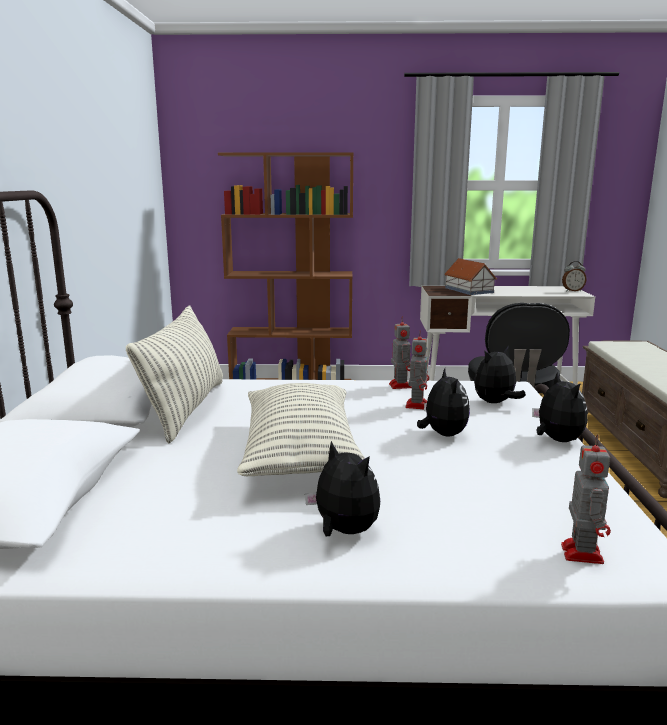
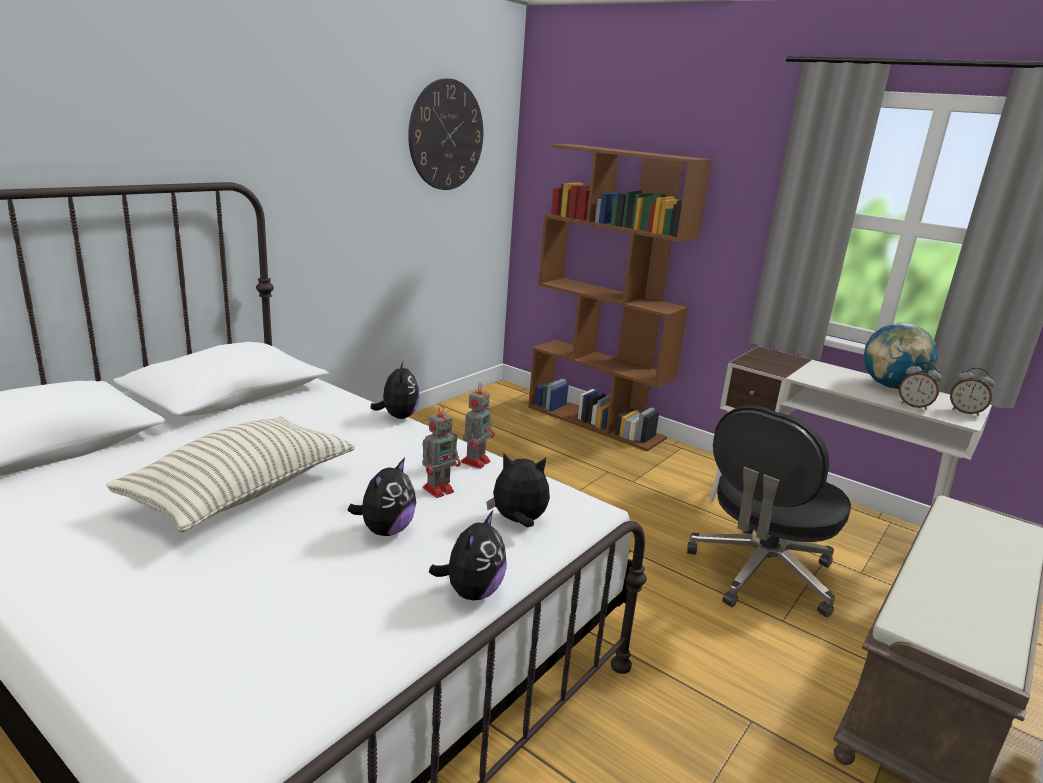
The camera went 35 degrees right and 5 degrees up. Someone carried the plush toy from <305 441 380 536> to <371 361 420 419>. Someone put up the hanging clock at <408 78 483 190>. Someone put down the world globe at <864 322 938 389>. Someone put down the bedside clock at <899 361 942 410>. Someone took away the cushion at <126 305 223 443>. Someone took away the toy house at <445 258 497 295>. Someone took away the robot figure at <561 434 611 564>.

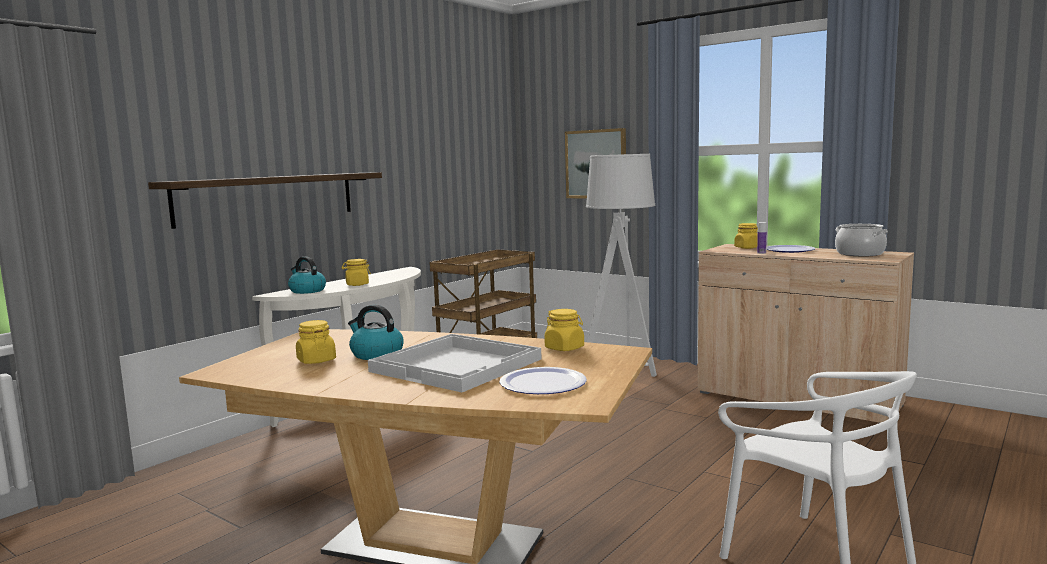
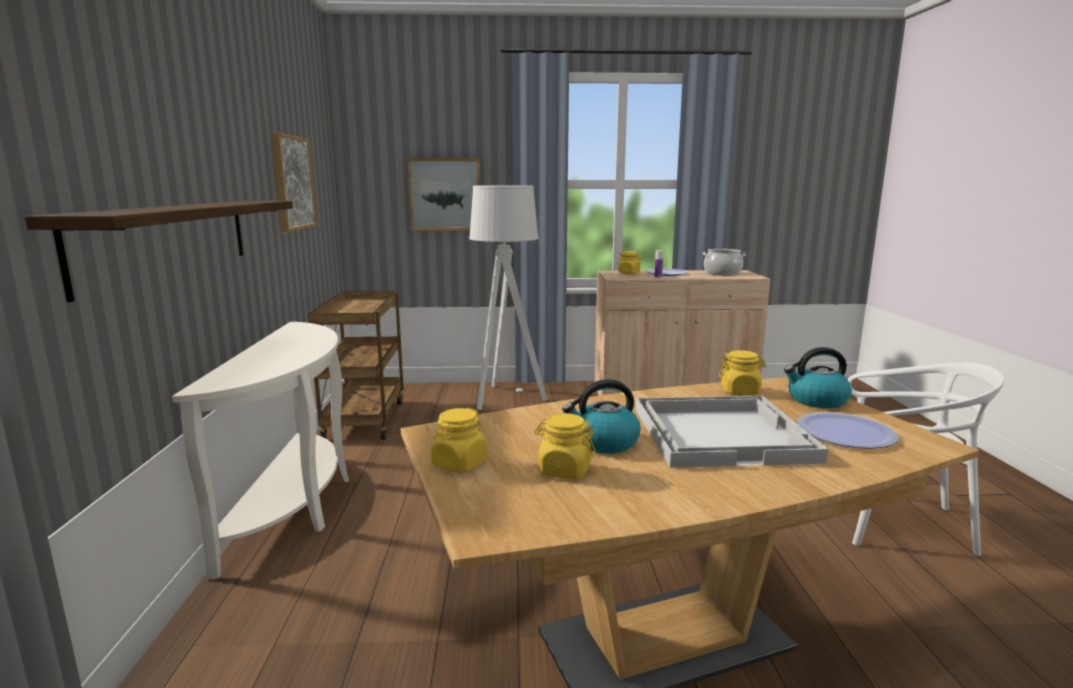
The camera went 40 degrees left and 5 degrees up. Someone put up the wall picture at <272 132 317 232>. Someone carried the storage jar in yellow from <342 259 371 286> to <431 408 487 473>. Someone carried the water kettle from <288 257 326 294> to <784 347 852 408>.

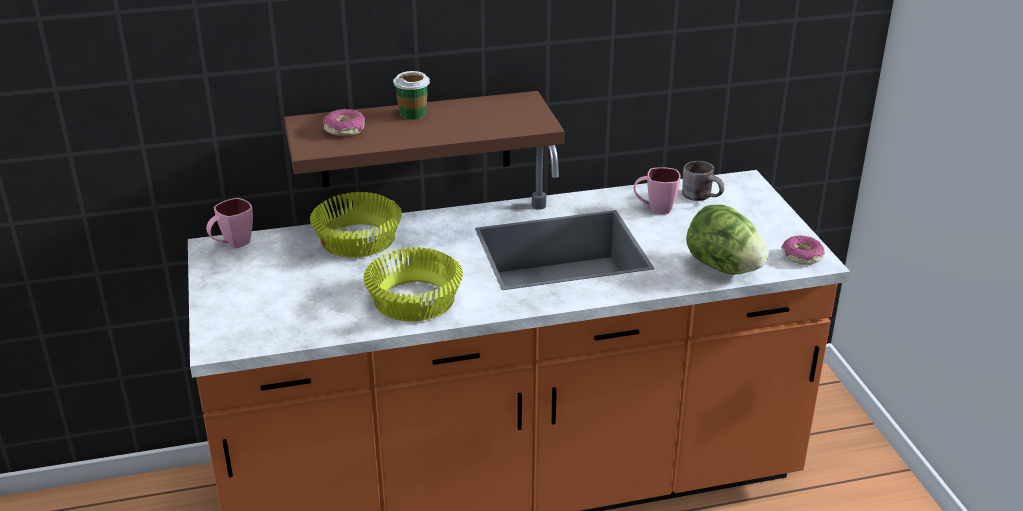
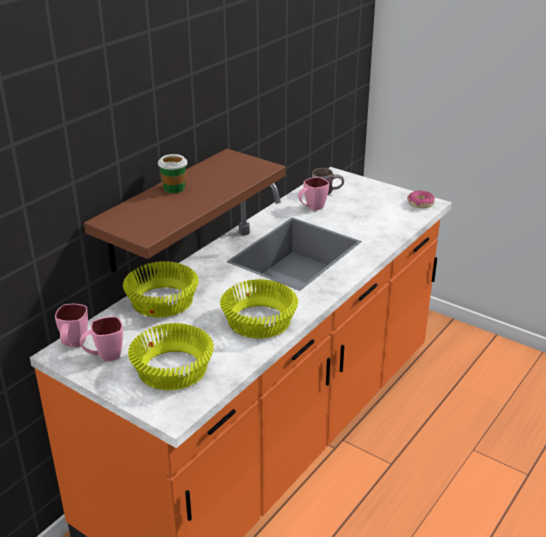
The camera went 40 degrees left and 0 degrees up. Someone put down the tea mug in pink-coloured at <80 317 123 361>. Someone put down the serving bowl in yellow at <128 323 214 390>. Someone took away the ring doughnut at <323 109 365 136>. Someone took away the lettuce at <686 205 769 275>.

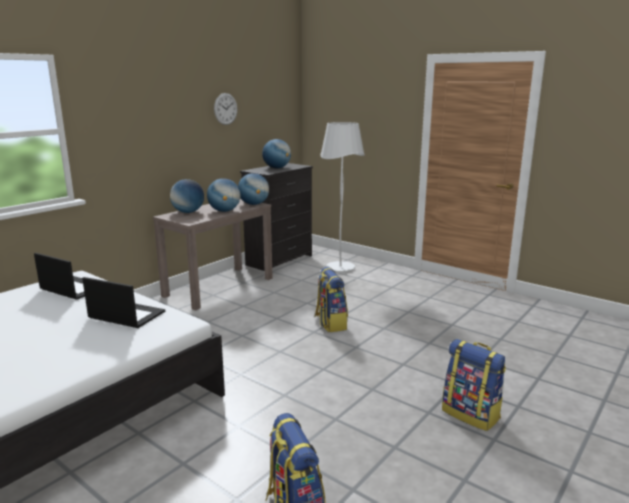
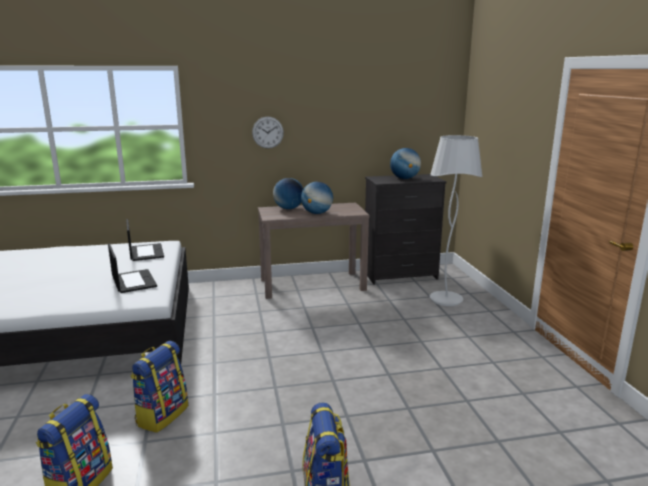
The camera went 40 degrees right and 0 degrees up. Someone carried the backpack from <315 267 348 332> to <130 341 188 433>. Someone carried the hanging clock from <214 93 237 125> to <252 116 284 149>. Someone took away the world globe at <238 173 269 205>.

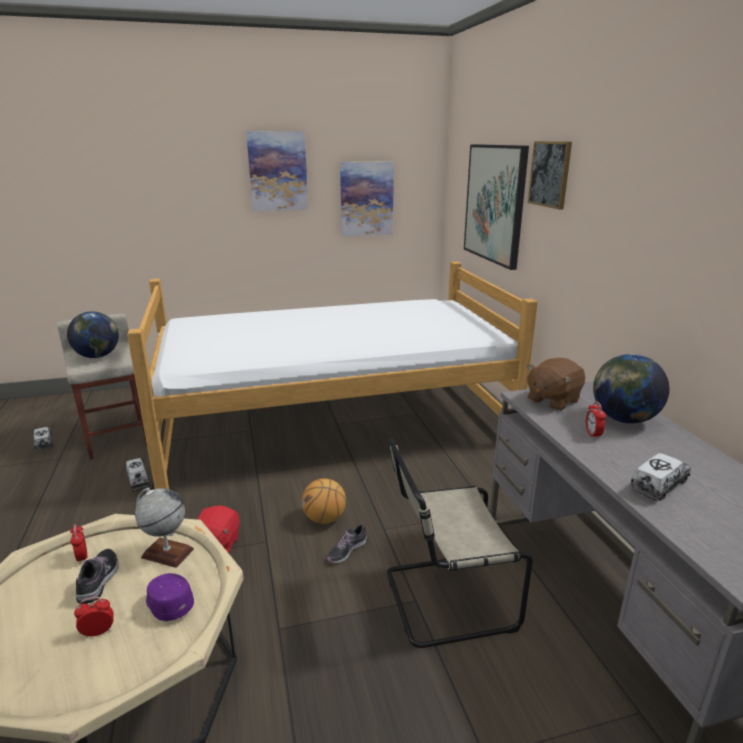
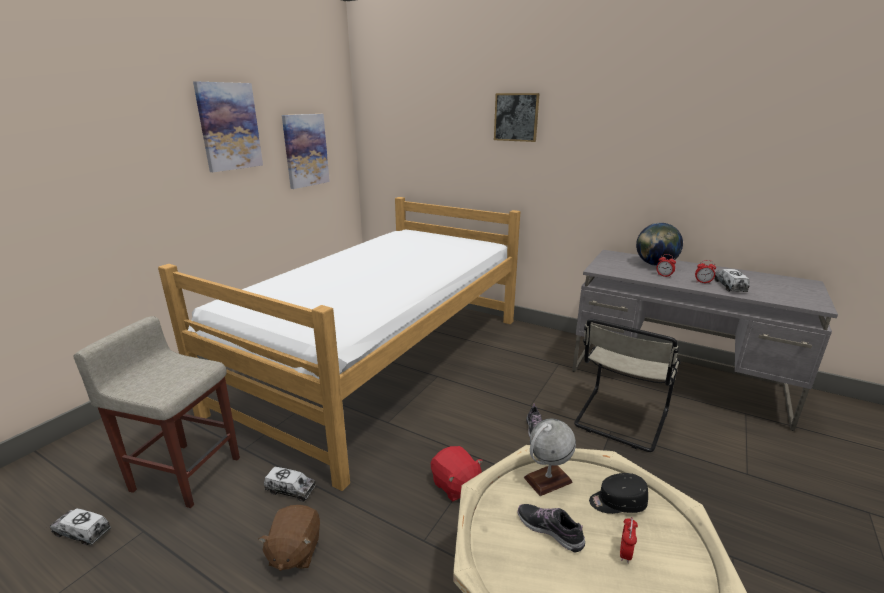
The camera went 45 degrees left and 0 degrees up. Someone carried the plush toy in brown-coloured from <527 358 585 411> to <258 505 320 571>. Someone repainted the peaked cap in purplish at <146 573 194 621>, which became the peaked cap in blackish at <589 473 648 514>. Someone carried the bedside clock from <70 524 87 564> to <695 260 716 284>. Someone took away the world globe at <67 311 119 358>. Someone took away the basketball ball at <302 479 346 524>. Someone took away the wall picture at <464 144 529 270>.

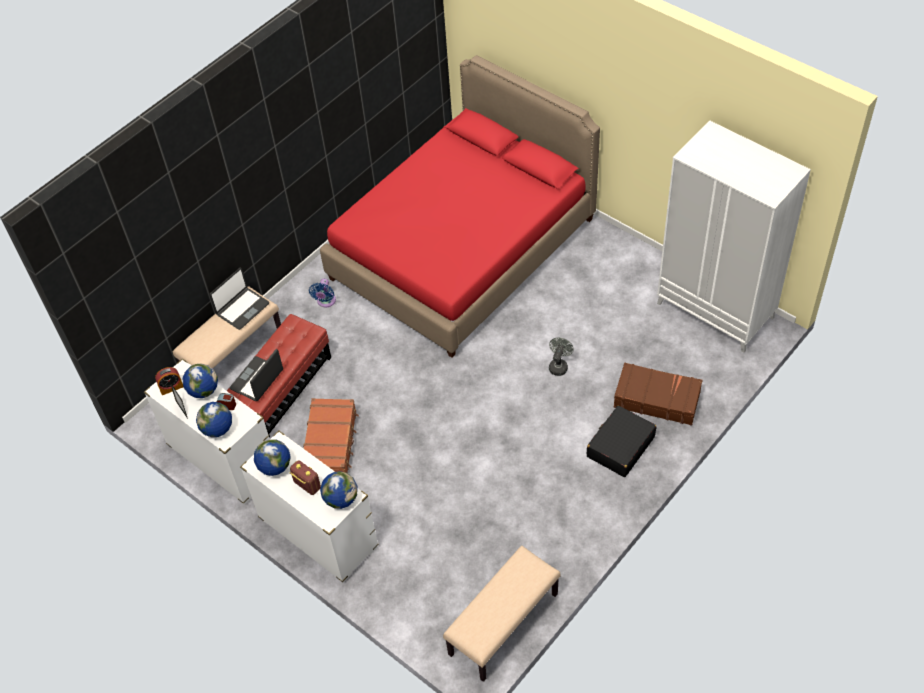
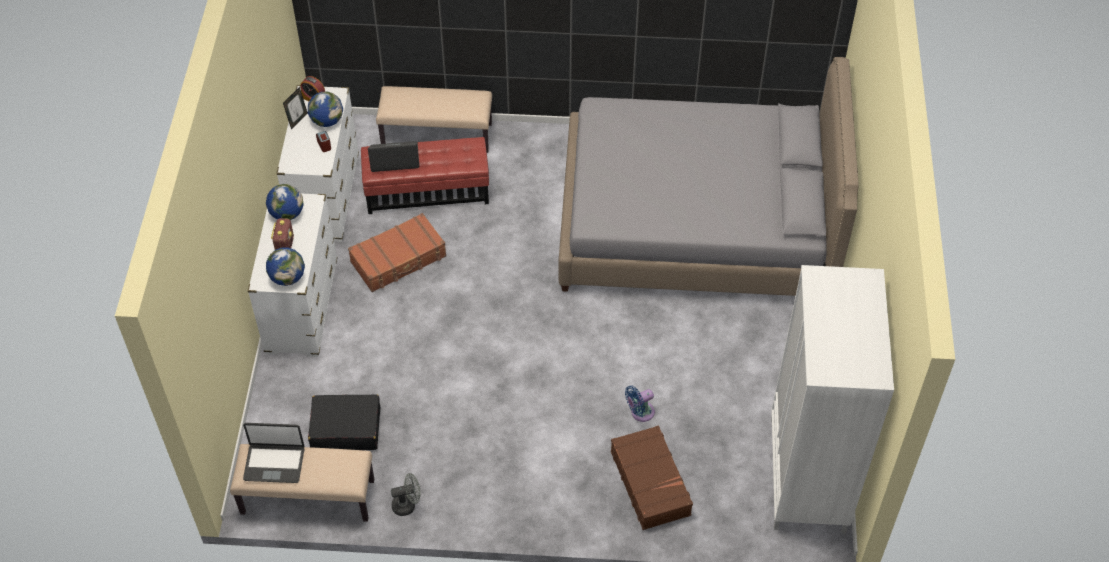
The camera went 50 degrees right and 0 degrees up. Someone carried the portable computer from <210 268 269 330> to <243 423 305 483>. Someone carried the piece of luggage in blackish from <587 406 656 477> to <308 394 380 450>. Someone carried the electric fan in greyish from <549 338 574 376> to <391 473 421 516>. Someone repainted the sleeping bed in reddish at <320 55 600 358>, which became the sleeping bed in greyish at <559 57 859 296>. Someone carried the electric fan in bluish from <309 278 336 308> to <625 385 655 422>. Someone took away the world globe at <196 402 232 437>.

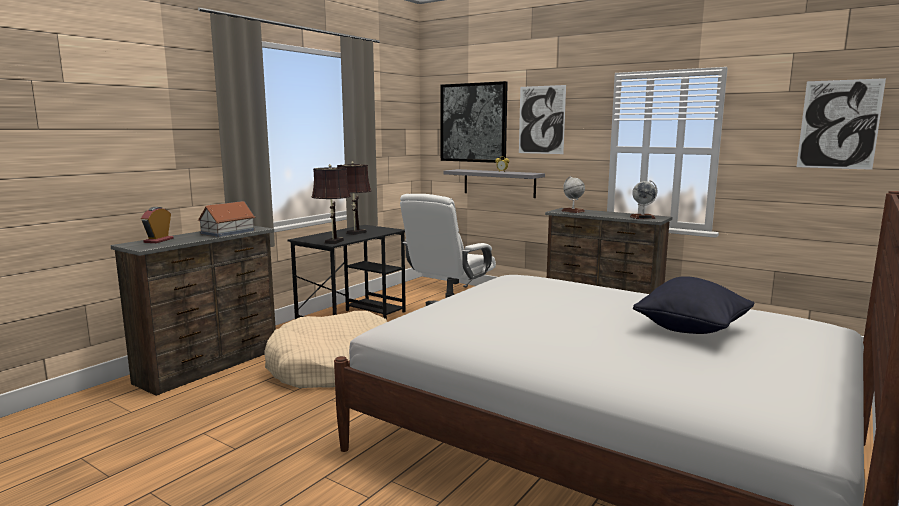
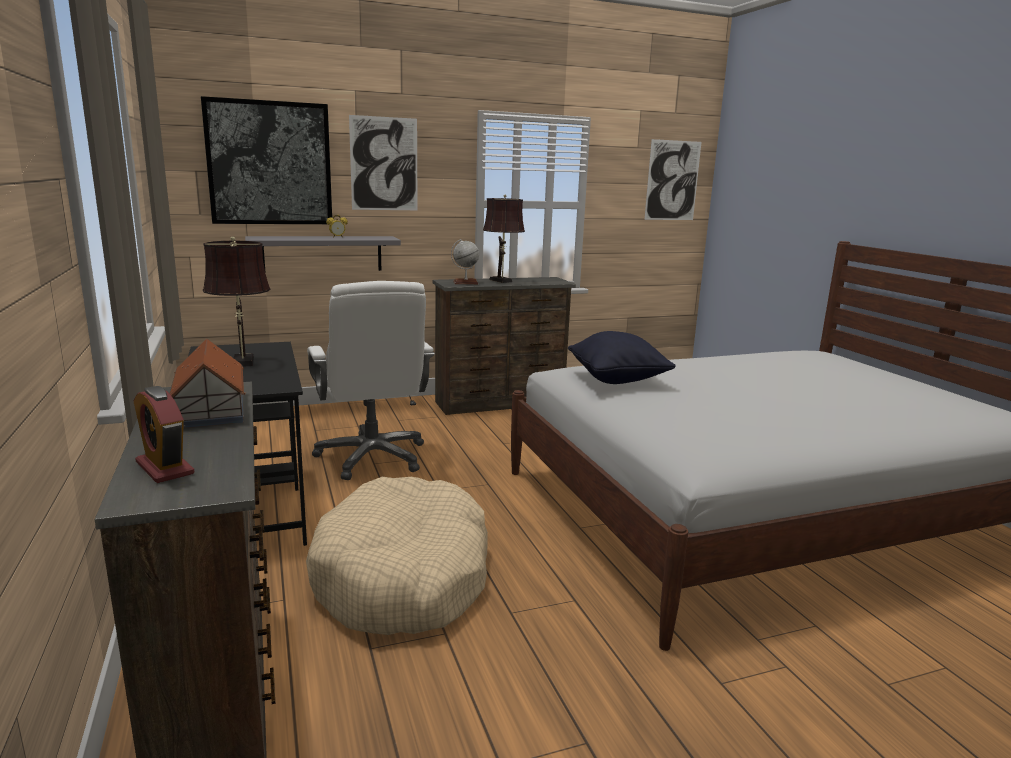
The camera went 55 degrees left and 5 degrees up. Someone carried the table lamp in brown-coloured from <312 164 351 244> to <483 194 525 283>. Someone carried the cushion in blackish from <633 276 754 334> to <568 331 676 384>. Someone took away the world globe at <630 180 657 219>.

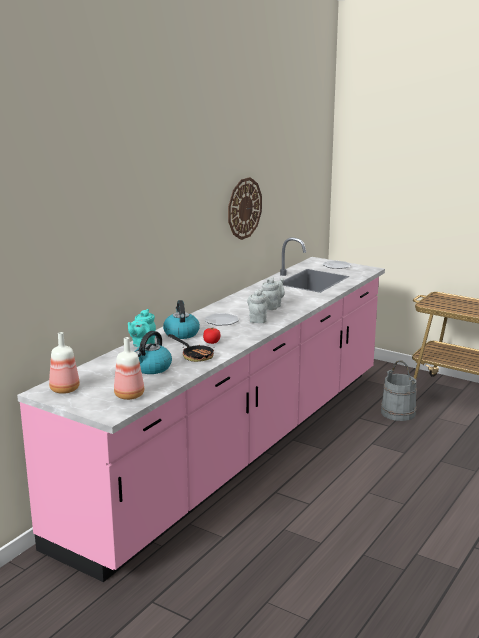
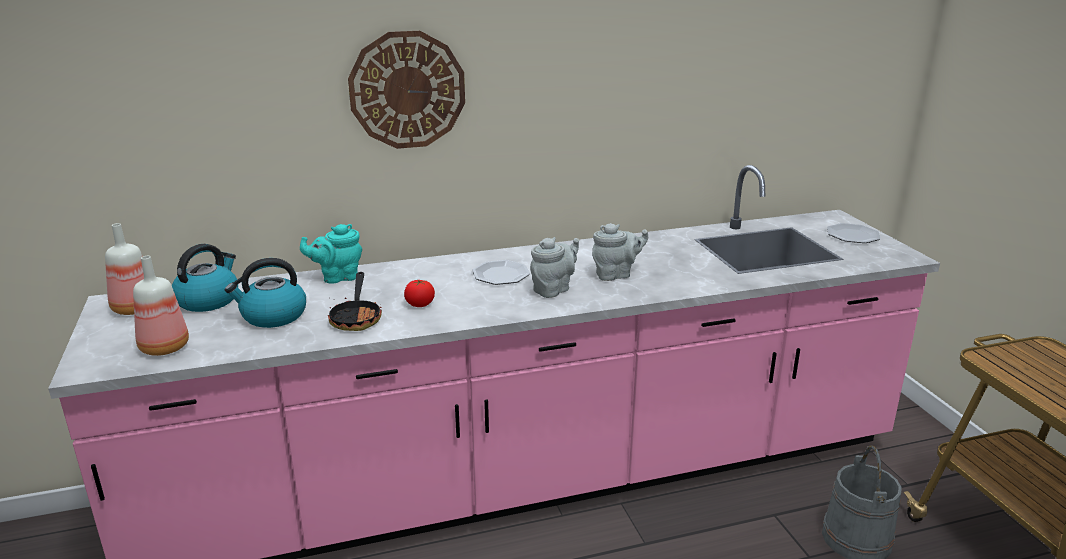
The camera went 40 degrees right and 5 degrees up. Someone carried the water kettle from <163 300 200 339> to <172 244 238 312>. Someone carried the hanging clock from <228 177 262 240> to <348 31 465 149>.

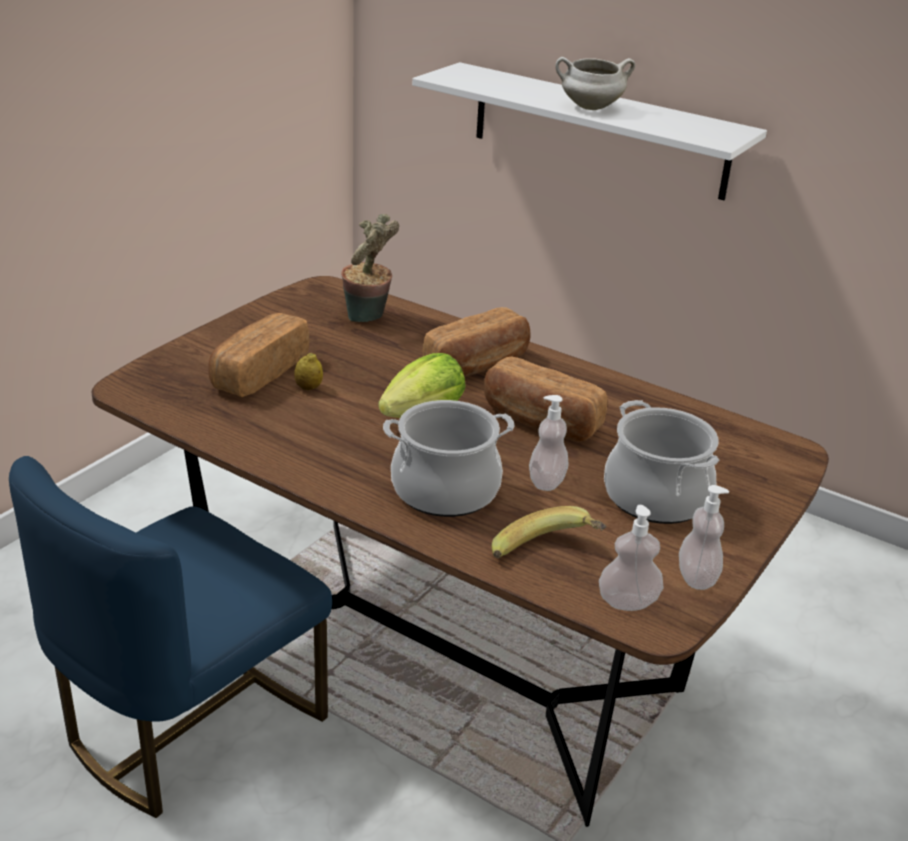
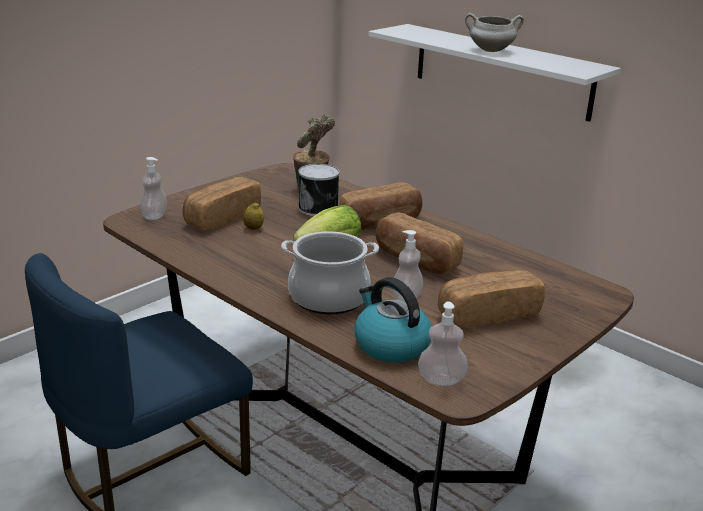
The camera went 10 degrees right and 5 degrees down. Someone carried the soap bottle from <679 485 729 590> to <140 157 167 220>. Someone put down the sealed can at <298 164 340 216>. Someone swapped the banana at <492 506 607 558> for the water kettle at <354 277 432 363>. Someone swapped the saucepot at <604 400 719 524> for the baked bread at <438 270 545 327>.

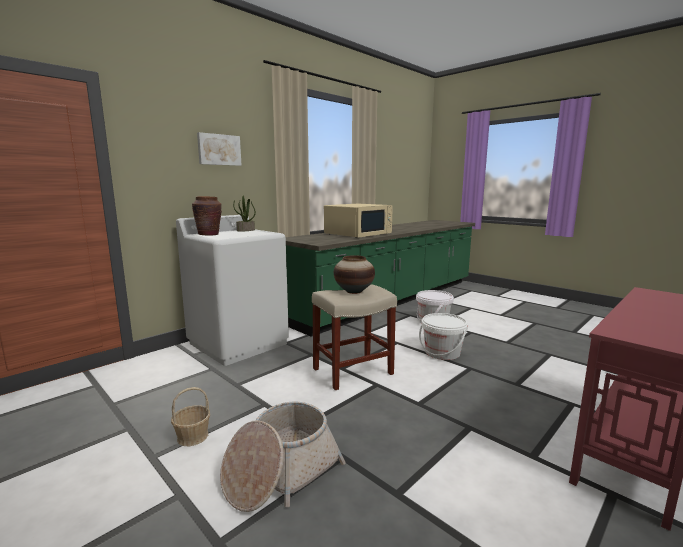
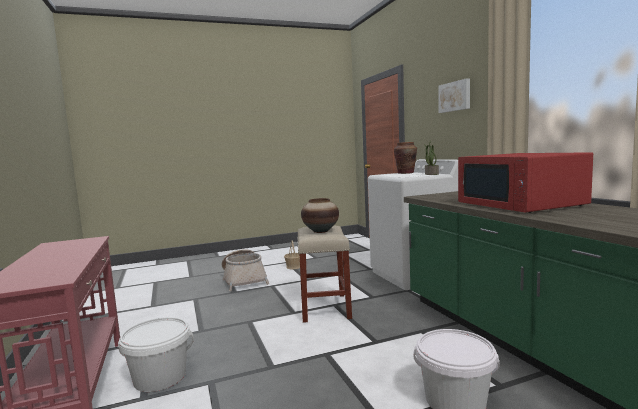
The camera went 115 degrees right and 5 degrees down. Someone carried the water bucket in whitish from <419 313 468 360> to <118 317 194 392>. Someone repainted the microwave in beige at <324 204 393 238>, which became the microwave in reddish at <458 152 593 213>.

